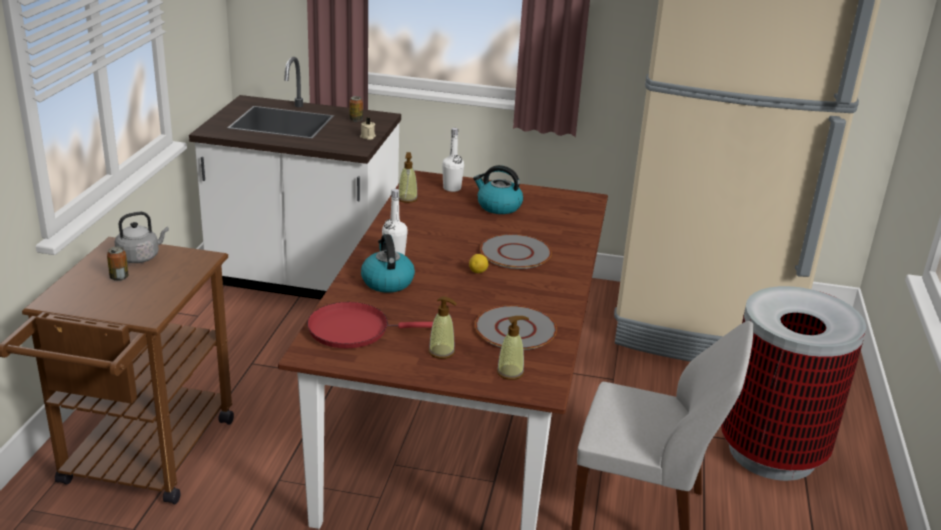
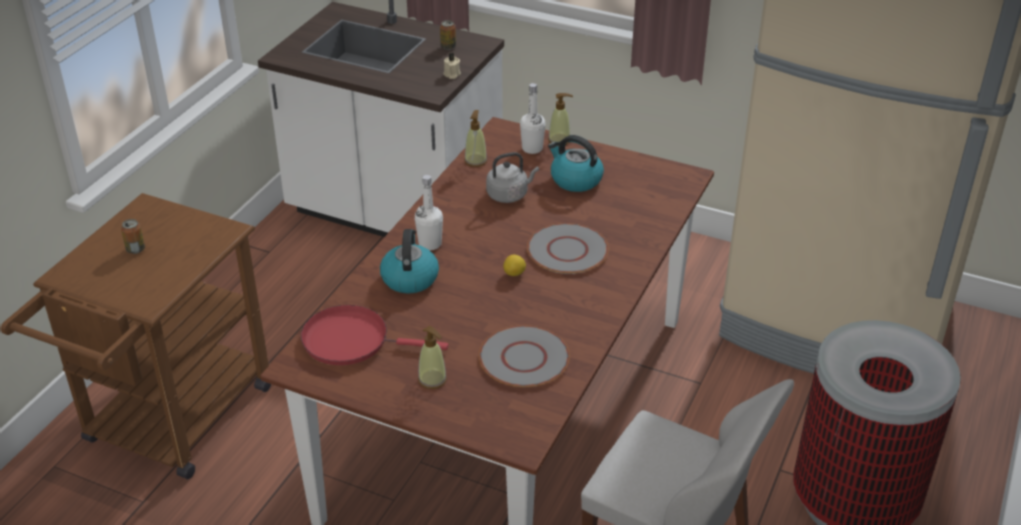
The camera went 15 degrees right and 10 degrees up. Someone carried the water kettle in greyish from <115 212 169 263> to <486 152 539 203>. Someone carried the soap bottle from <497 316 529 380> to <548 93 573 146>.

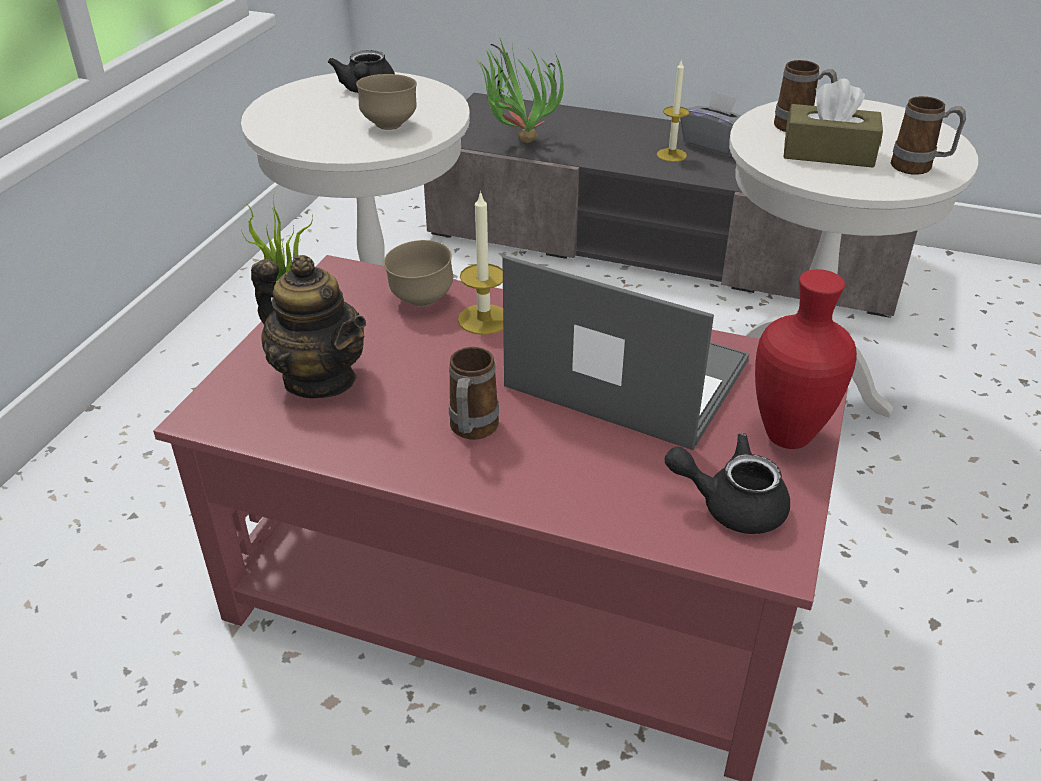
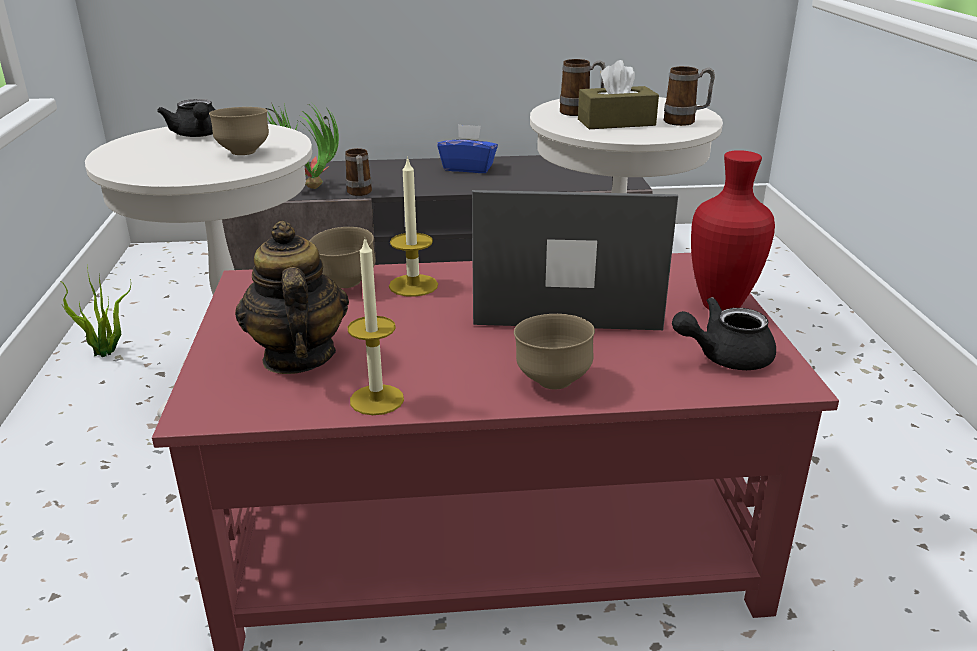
The camera went 25 degrees left and 10 degrees down. Someone rotated the teapot at <251 255 366 398> by 120 degrees counterclockwise. Someone carried the tea mug from <449 347 499 439> to <345 148 372 196>. Someone carried the candle from <657 59 689 162> to <348 236 404 415>. Someone repainted the tissue box in greyish at <680 90 742 156>, which became the tissue box in bluish at <437 124 498 173>. Someone put down the serving bowl in brown-coloured at <514 314 595 389>.

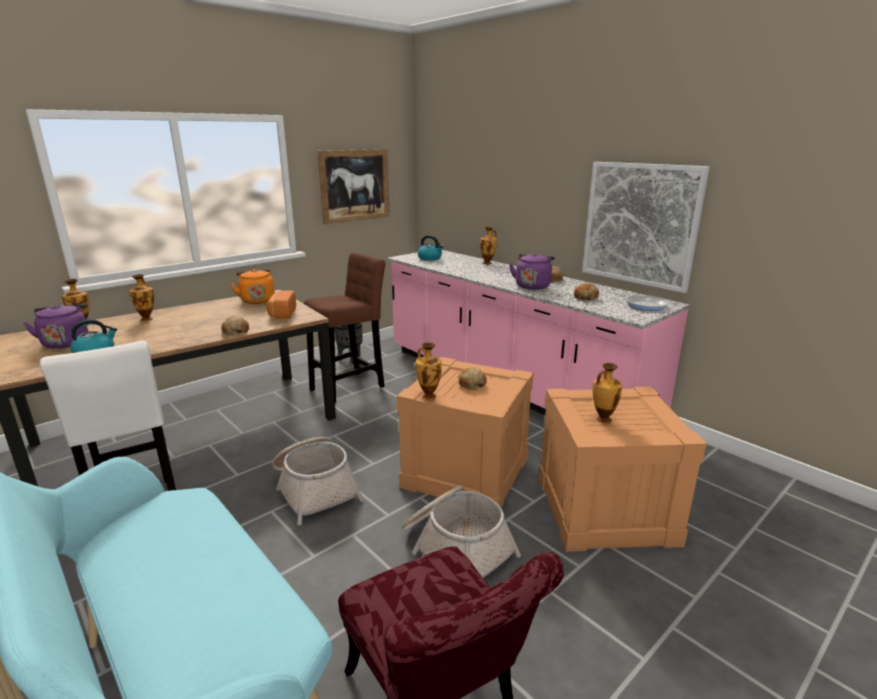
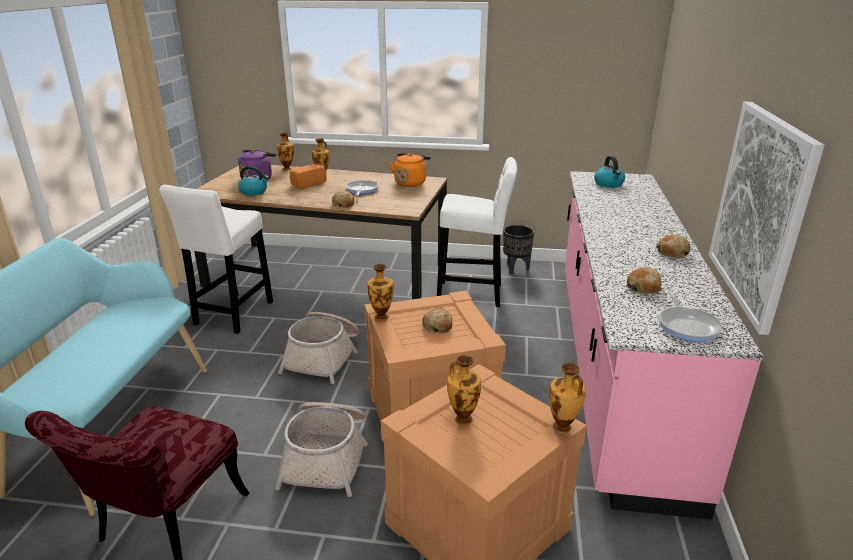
The camera went 50 degrees right and 5 degrees up. Someone carried the baked bread from <267 290 296 319> to <289 164 326 189>. Someone put down the frying pan at <346 180 379 195>. Someone repainted the sitting stool in brown-coloured at <304 252 386 403>, which became the sitting stool in whitish at <437 157 517 307>. Someone carried the vase from <480 226 497 264> to <549 363 586 433>. Someone took away the wall picture at <317 149 390 224>. Someone took away the water kettle in purplish at <509 253 555 290>.

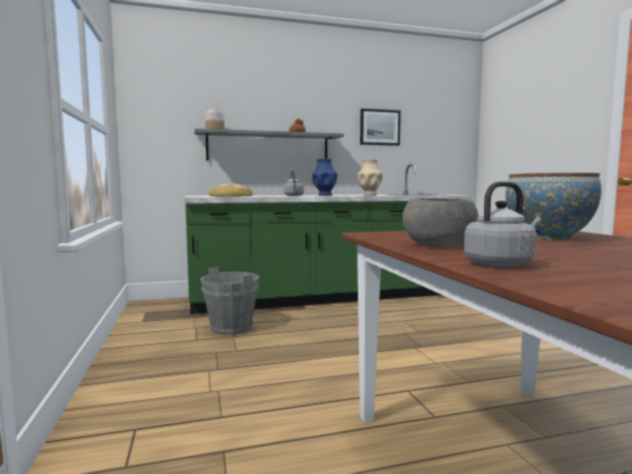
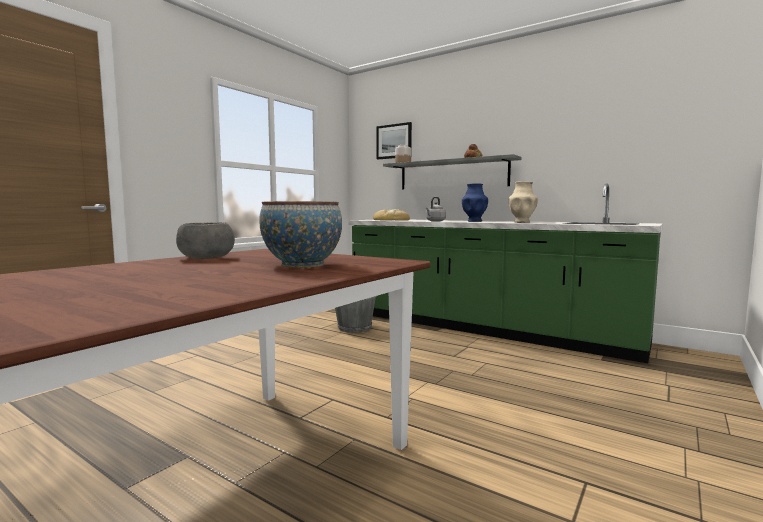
The camera went 50 degrees right and 0 degrees up. Someone carried the wall picture from <360 109 401 146> to <376 122 412 159>. Someone took away the water kettle in greyish at <464 181 542 267>.

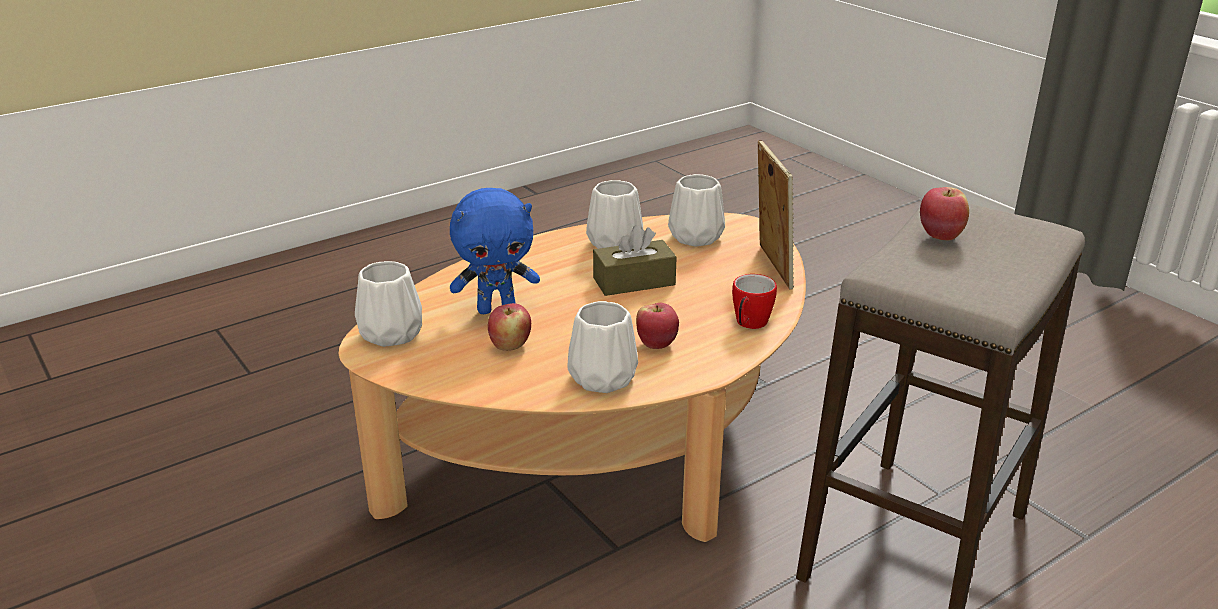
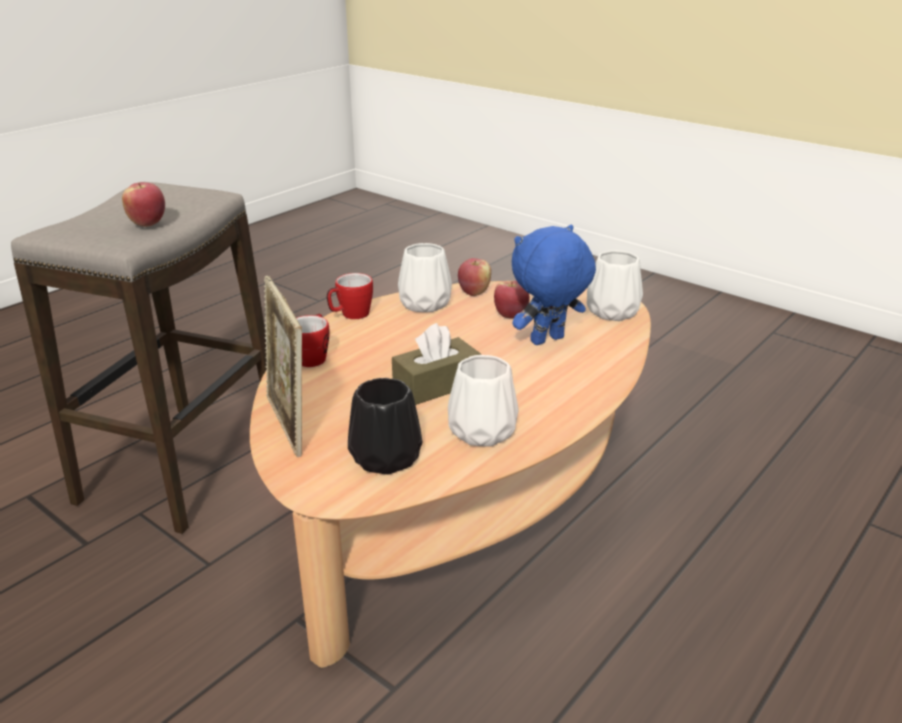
The camera went 165 degrees right and 0 degrees up. Someone put down the tea mug at <327 273 373 319>. Someone repainted the vase in whitish at <668 174 725 247>, which became the vase in blackish at <348 378 422 475>. Someone carried the apple fruit from <636 303 679 349> to <458 258 491 296>.

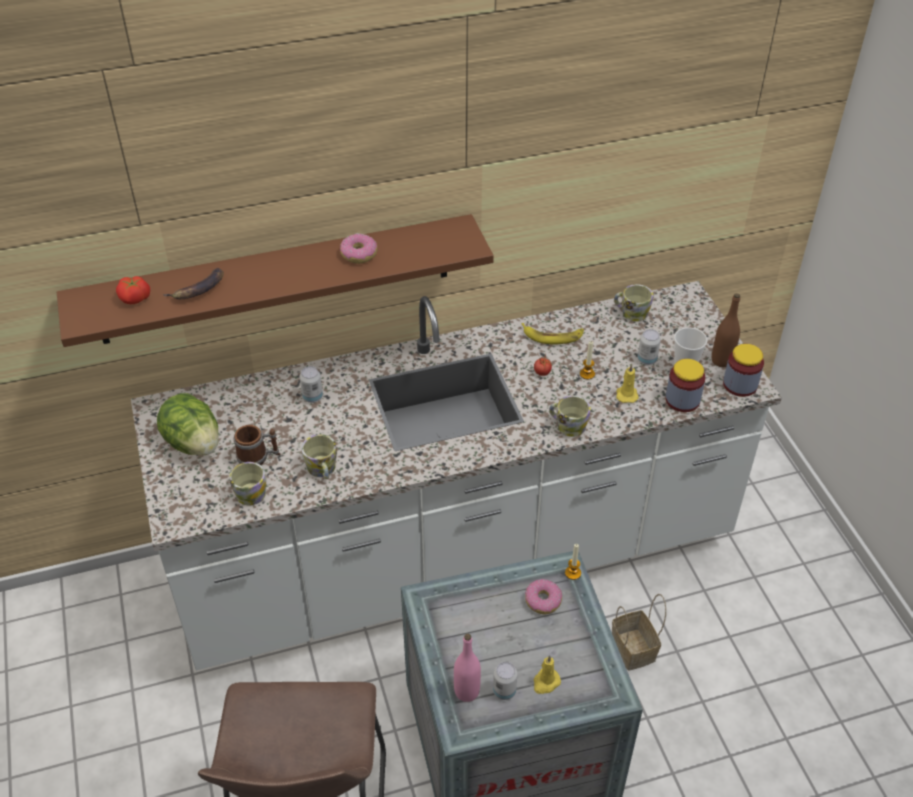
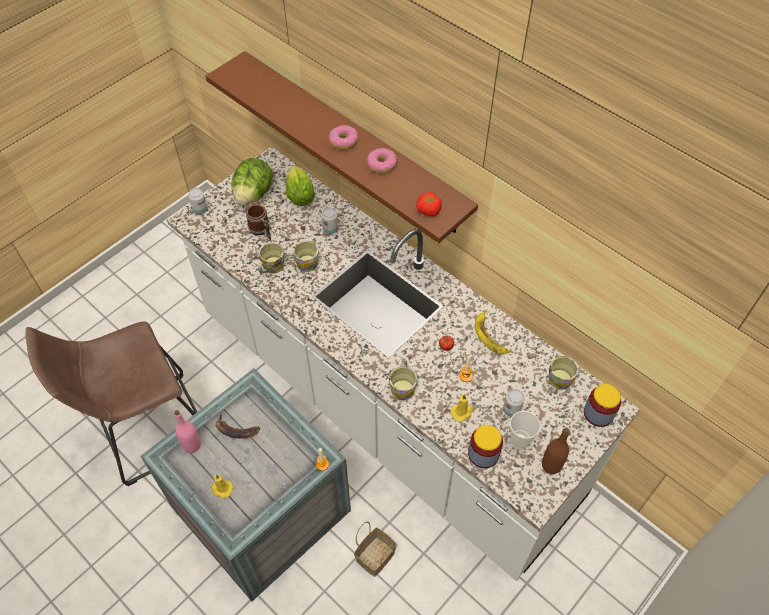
The camera went 60 degrees right and 10 degrees up. Someone carried the sealed can from <493 662 517 700> to <188 188 208 214>. Someone carried the banana from <163 268 224 299> to <216 413 260 438>. Someone put down the lettuce at <286 165 315 206>. Someone carried the tea mug from <229 462 266 505> to <293 241 319 272>. Someone carried the ring doughnut from <525 579 562 614> to <329 125 358 150>. Someone carried the whole tomato from <116 276 150 304> to <416 192 442 217>. Someone carried the storage jar from <723 344 764 397> to <584 384 621 427>.

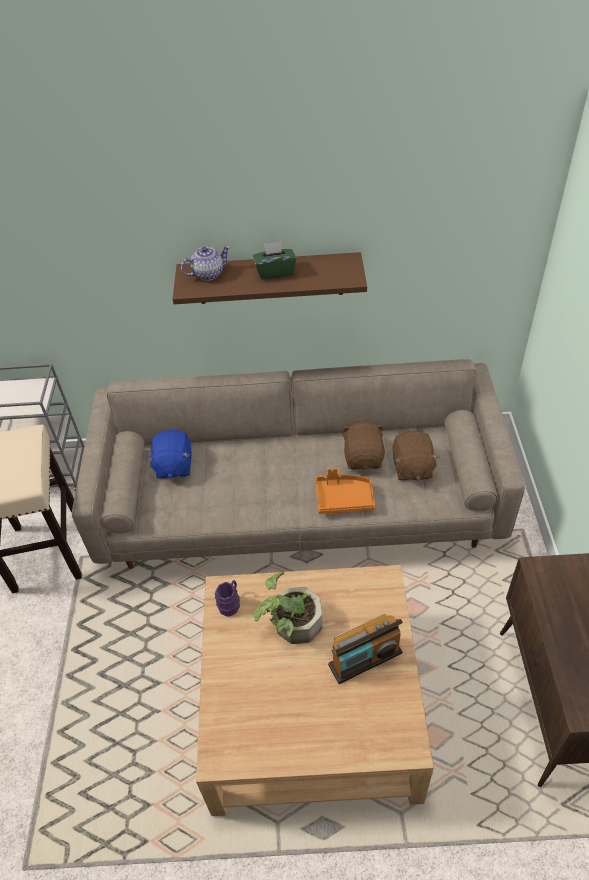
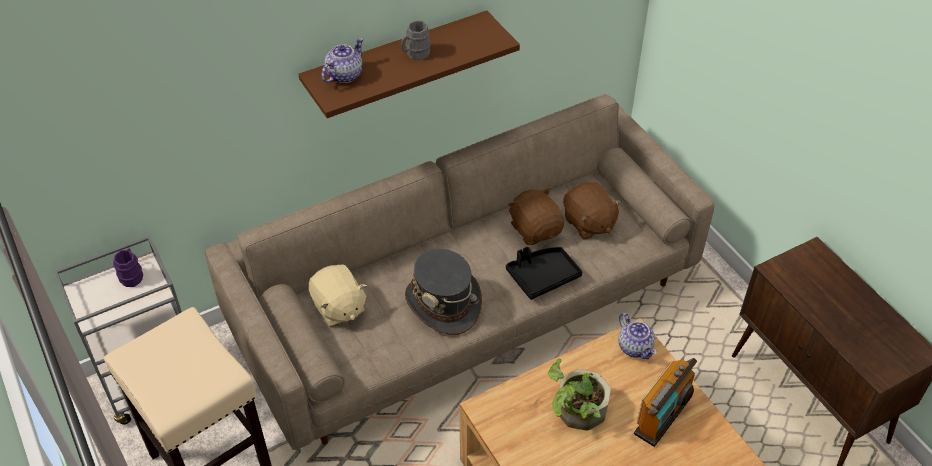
The camera went 30 degrees left and 0 degrees up. Someone carried the tea mug in purplish from <215 580 240 617> to <113 248 143 287>. Someone repainted the plush toy in bluish at <146 430 192 479>, which became the plush toy in beige at <309 264 367 327>. Someone swapped the tissue box in green-coloured at <253 242 296 279> for the tea mug in greyish at <401 20 431 60>. Someone put down the wearable hat in greyish at <405 249 482 335>. Someone repainted the carrying tray in orangey at <315 468 375 514>, which became the carrying tray in blackish at <506 247 582 300>. Someone put down the teapot at <618 313 657 359>.

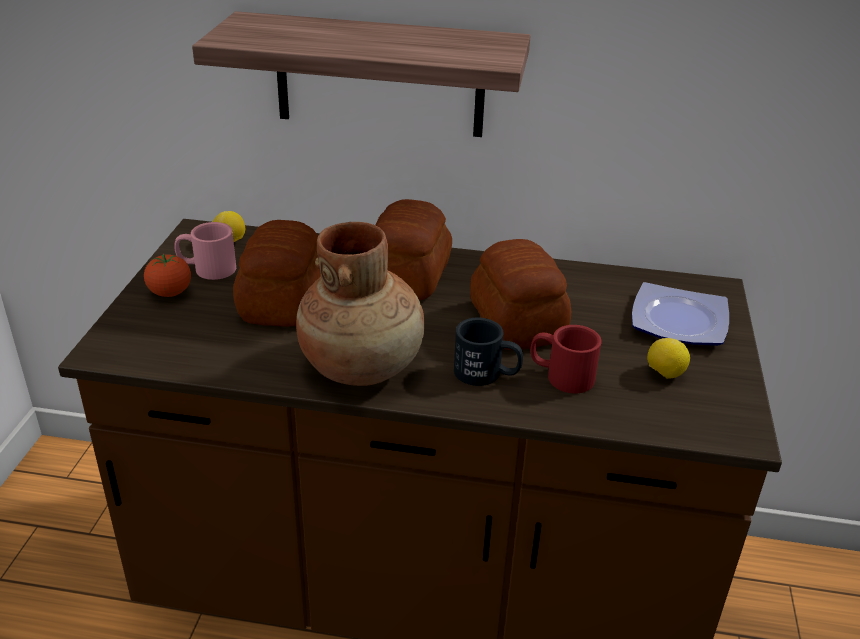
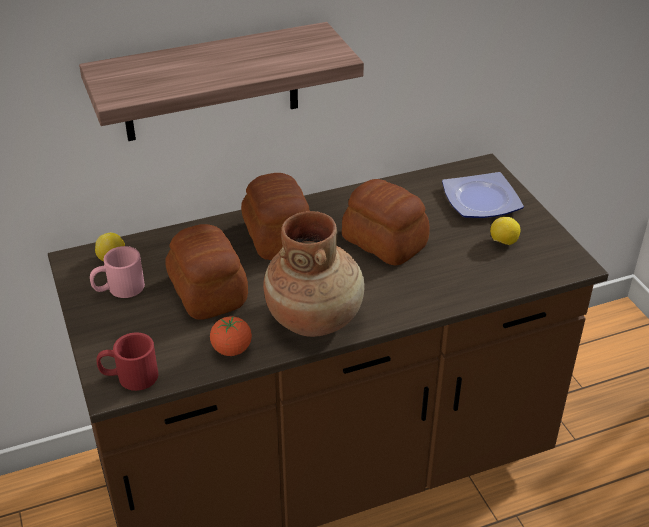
The camera went 30 degrees left and 5 degrees up. Someone carried the tea mug in reddish from <530 325 602 394> to <96 332 158 391>. Someone carried the whole tomato from <144 254 191 297> to <210 316 252 356>. Someone took away the tea mug in blackish at <454 318 523 386>.

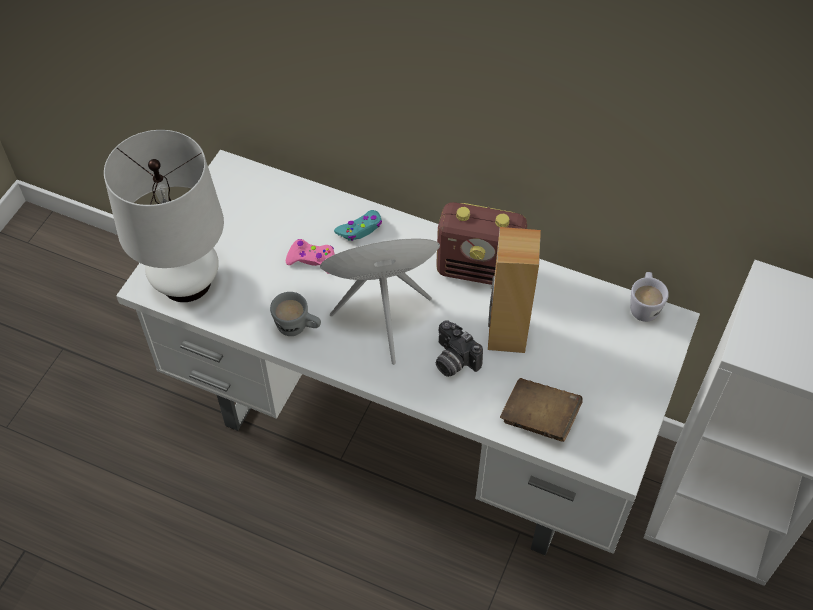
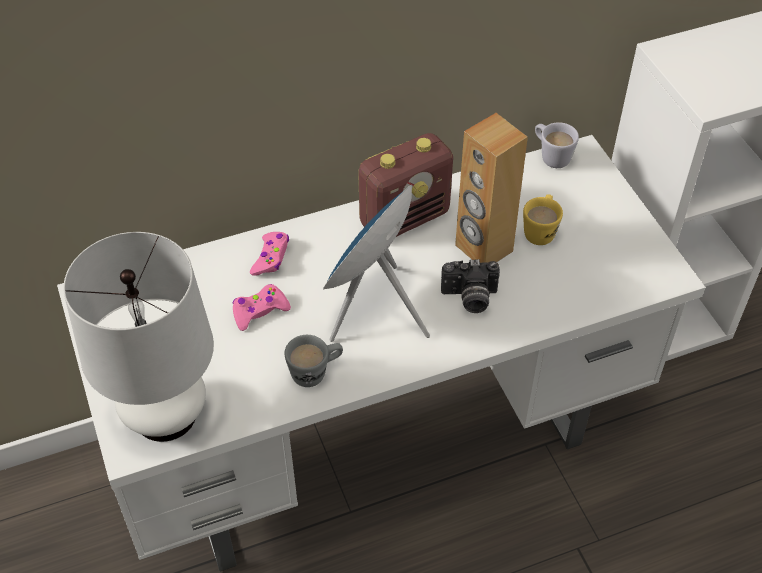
The camera went 45 degrees left and 5 degrees down. Someone repainted the gamepad in turquoise at <334 210 382 241>, which became the gamepad in pink-coloured at <250 232 289 276>. Someone put down the tea mug in yellow at <523 194 563 245>. Someone took away the bound book in brown-coloured at <500 378 583 442>.

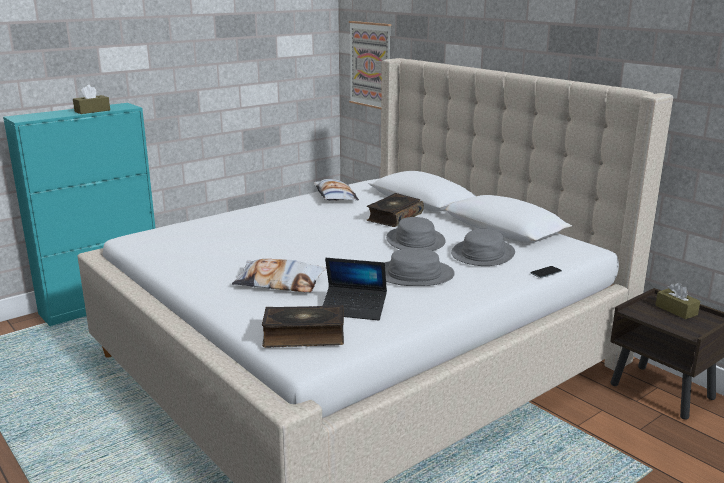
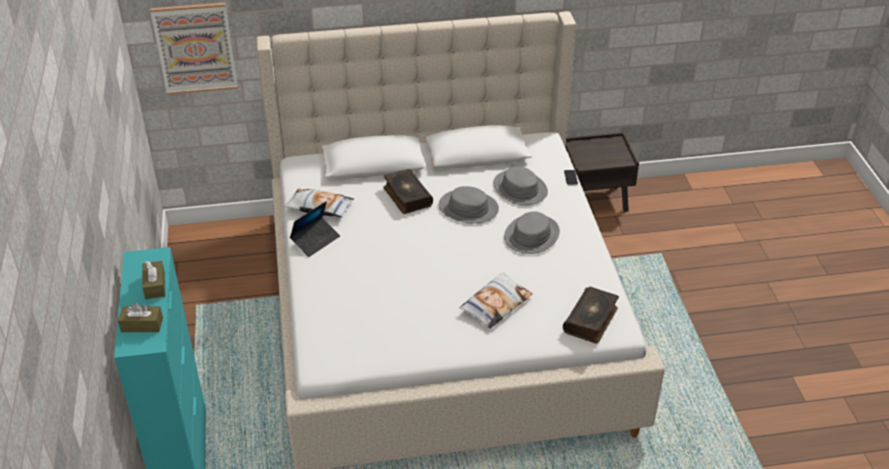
The camera went 60 degrees left and 20 degrees up. Someone carried the tissue box in brown-coloured from <655 282 700 319> to <118 303 163 332>. Someone carried the portable computer from <323 258 387 321> to <290 201 340 257>.

